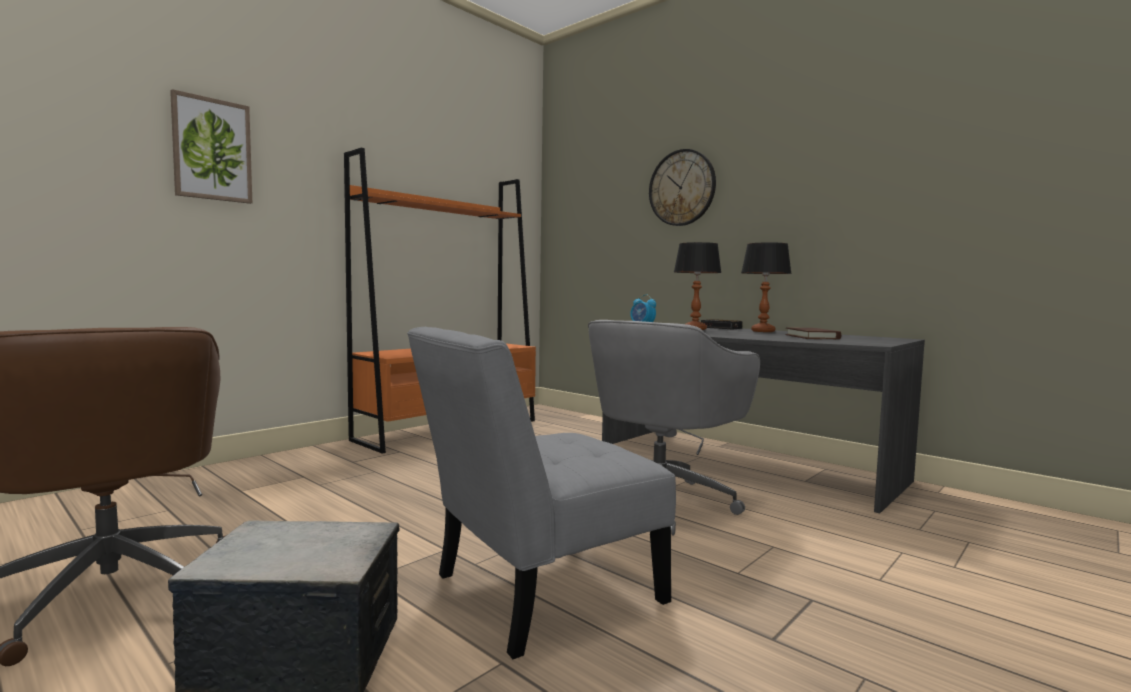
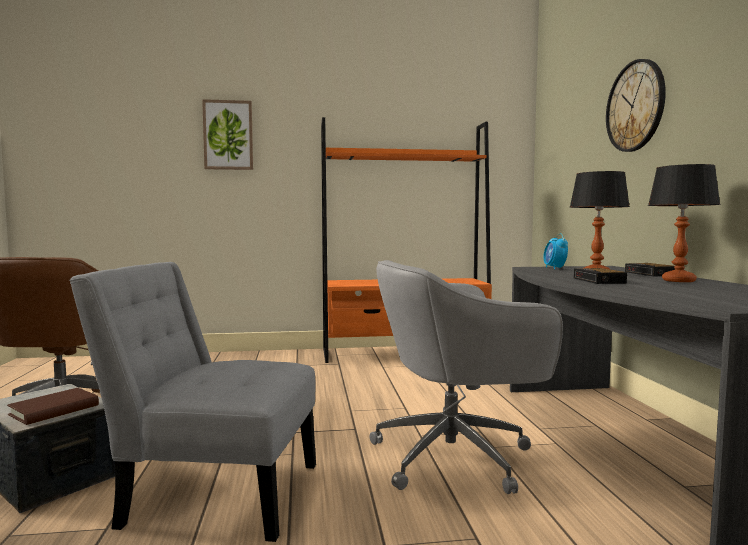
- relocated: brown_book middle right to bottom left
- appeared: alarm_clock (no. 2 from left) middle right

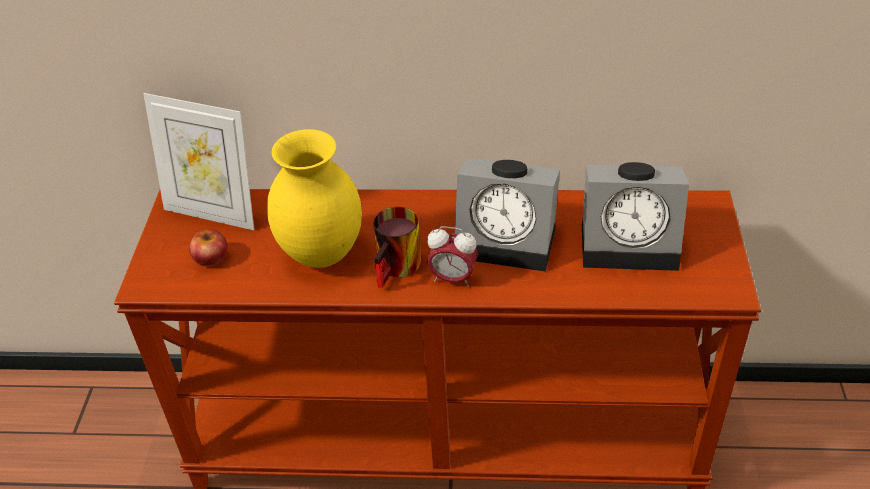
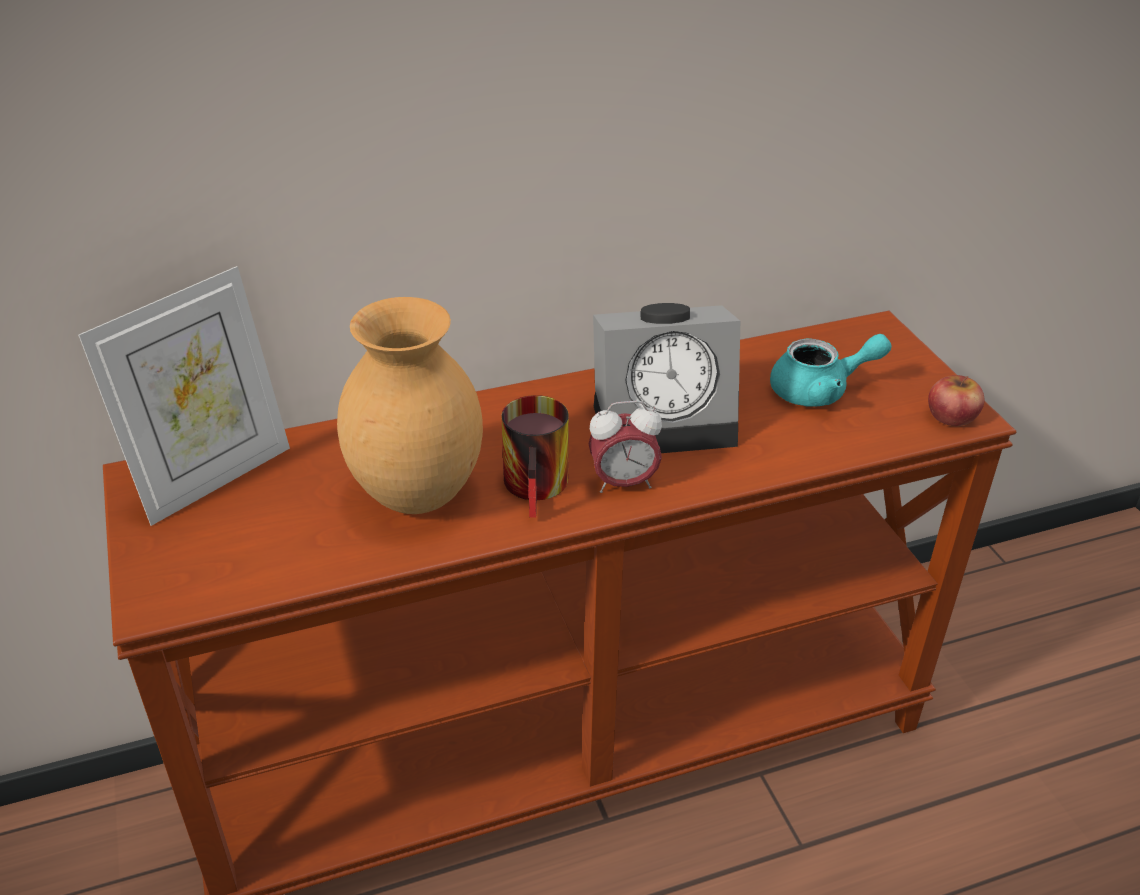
- spun: picture_frame top left = middle left 45 degrees counterclockwise
- colour: yellow_vase centre to brown_vase centre
- exchanged: alarm_clock (no. 3 from left) middle right to turquoise_teapot middle right
- relocated: apple middle left to middle right

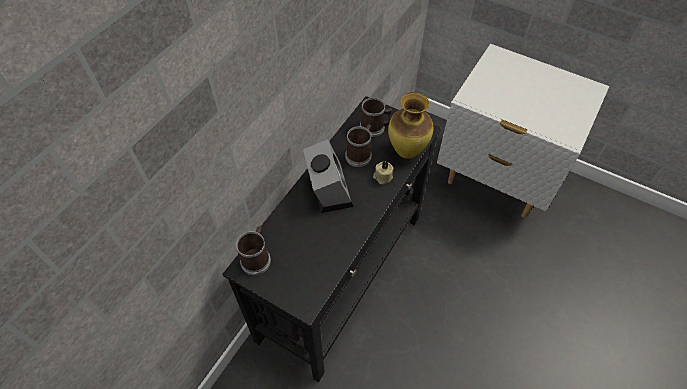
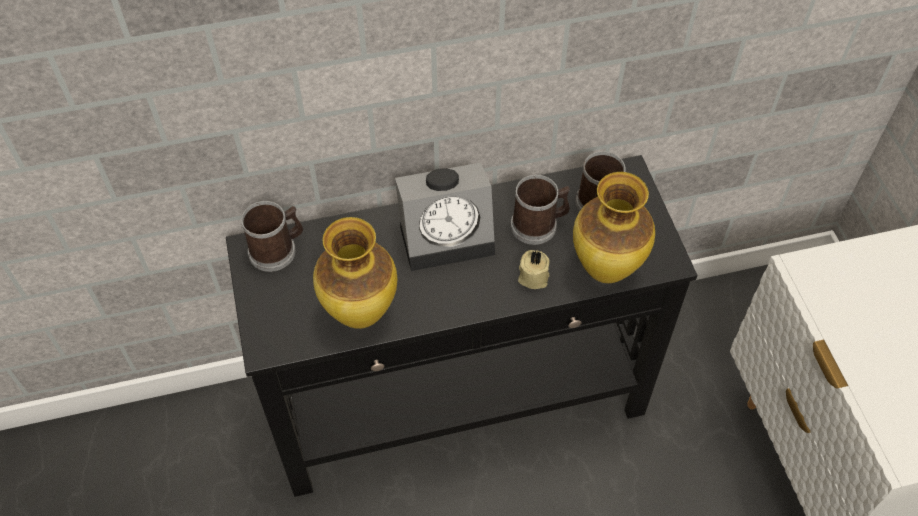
- appeared: vase (no. 1 from left) centre
- spun: alarm_clock centre = centre 45 degrees clockwise

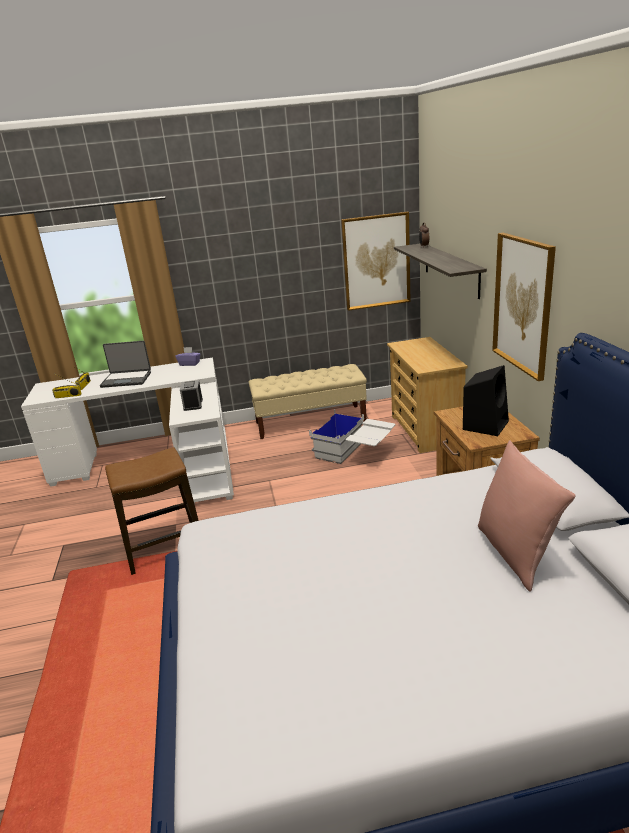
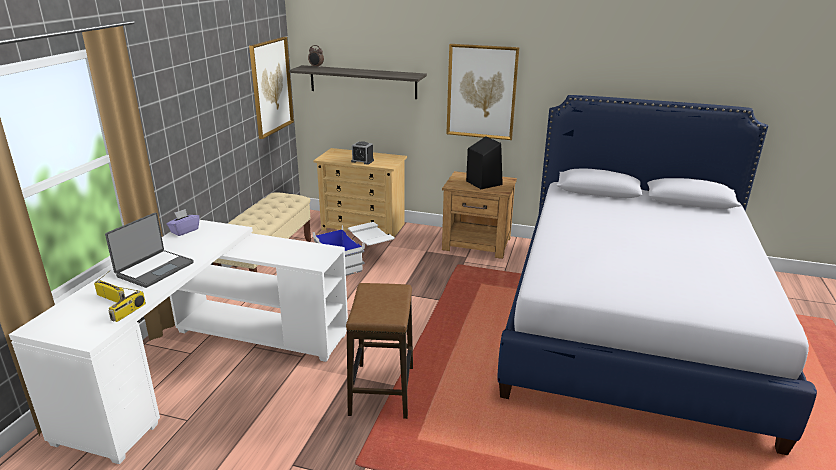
- relocated: alarm_clock (no. 1 from left in the first image) middle left to alarm_clock (no. 2 from left) top centre
- missing: pink_pillow middle right

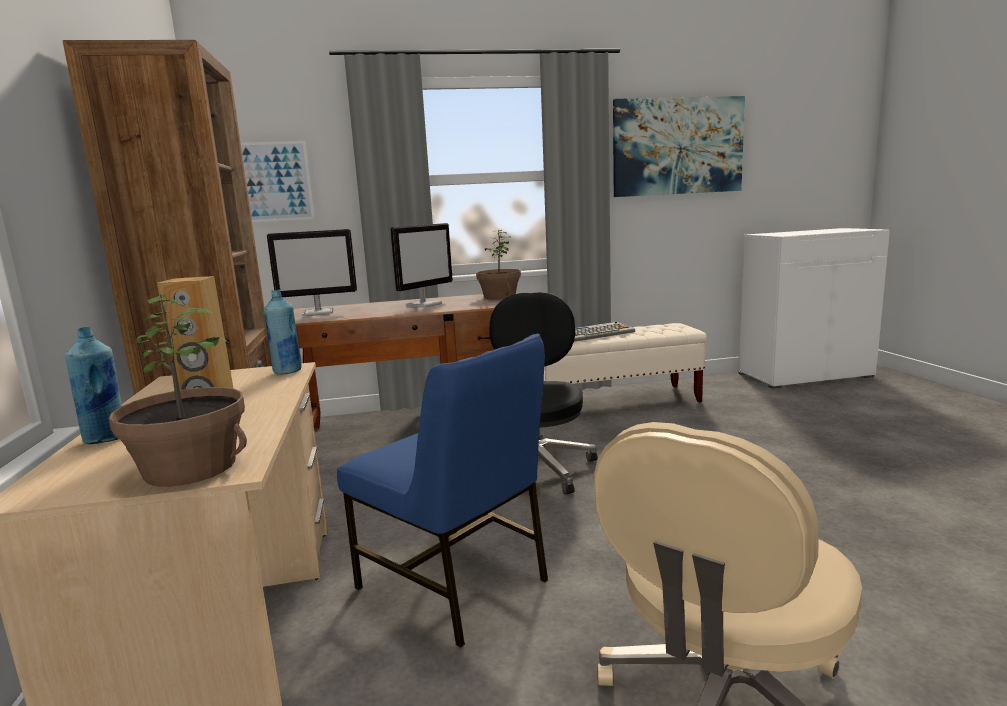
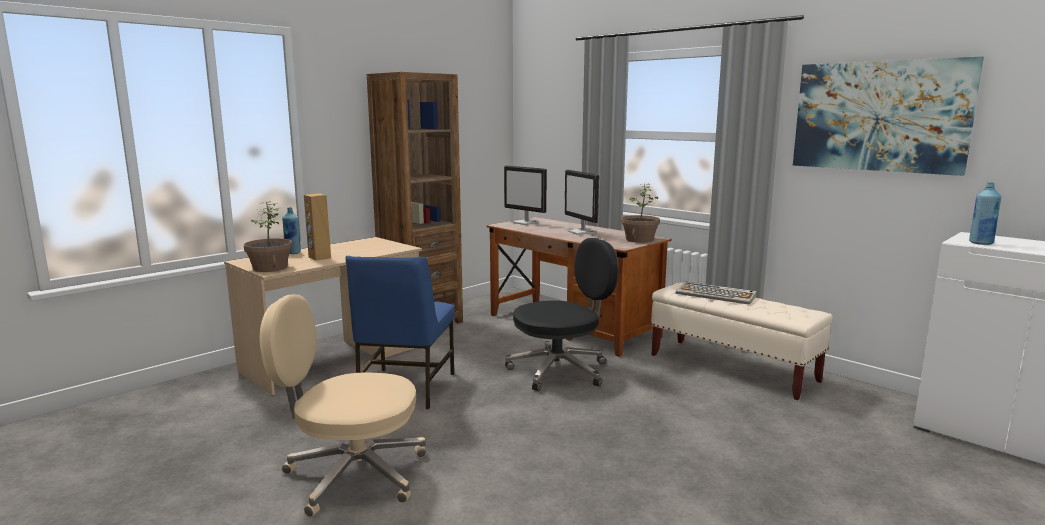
- spun: monitor (no. 2 from left) centre = centre 60 degrees clockwise
- relocated: blue_bottle (no. 2 from left) middle left to middle right
- missing: picture (no. 1 from left) top left

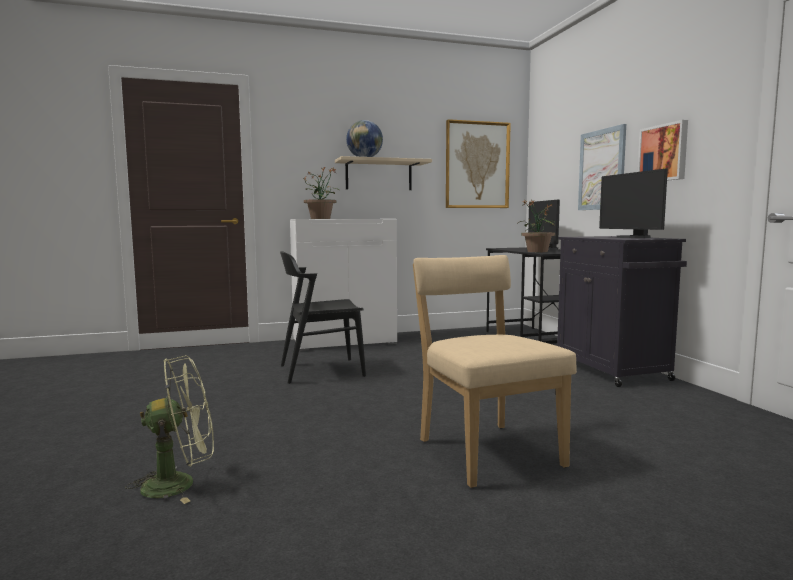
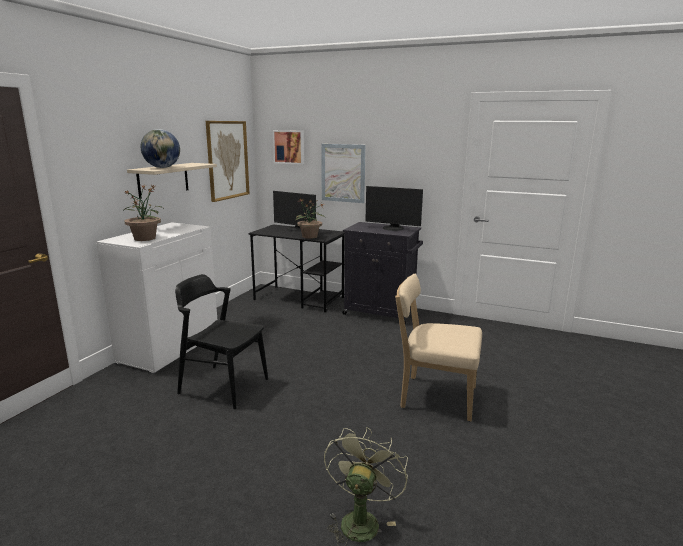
- spun: black_chair centre = middle left 90 degrees clockwise
- relocated: picture (no. 3 from left in the first image) top right to picture (no. 2 from left) top centre

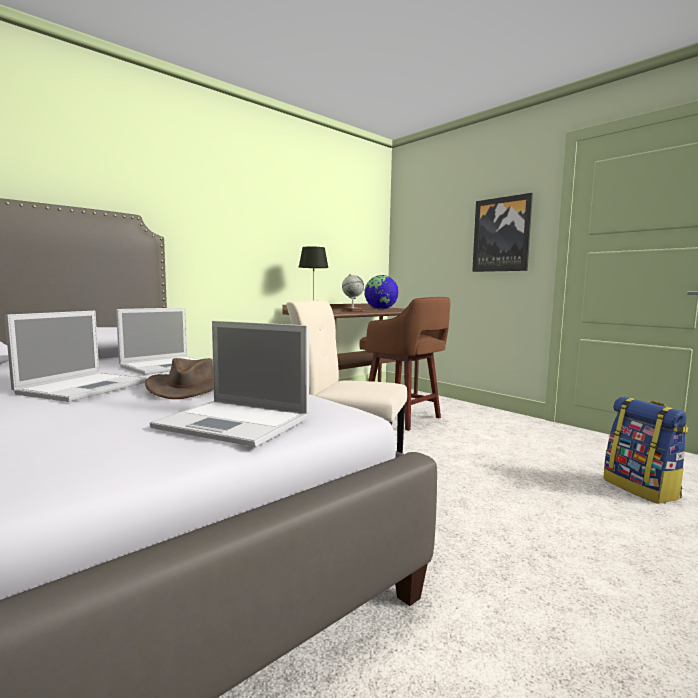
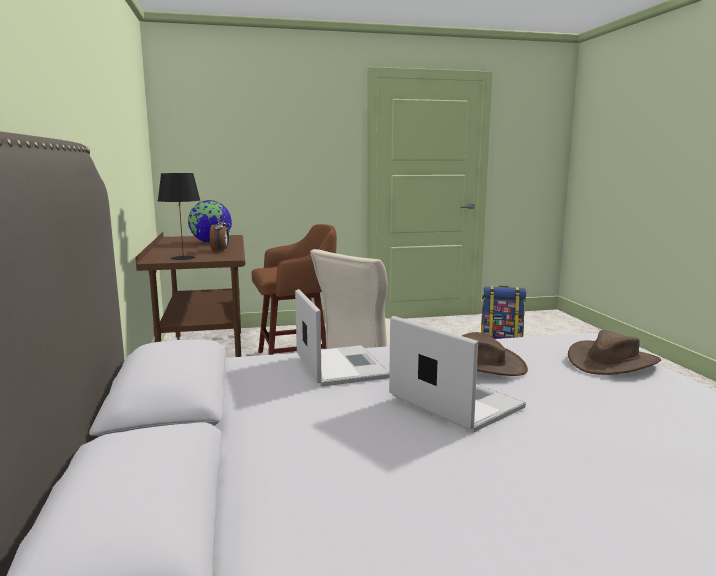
- exchanged: globe (no. 1 from left) centre to alarm_clock middle left
- exchanged: laptop (no. 3 from left) middle left to brown_hat (no. 2 from left) middle right
- missing: picture top right

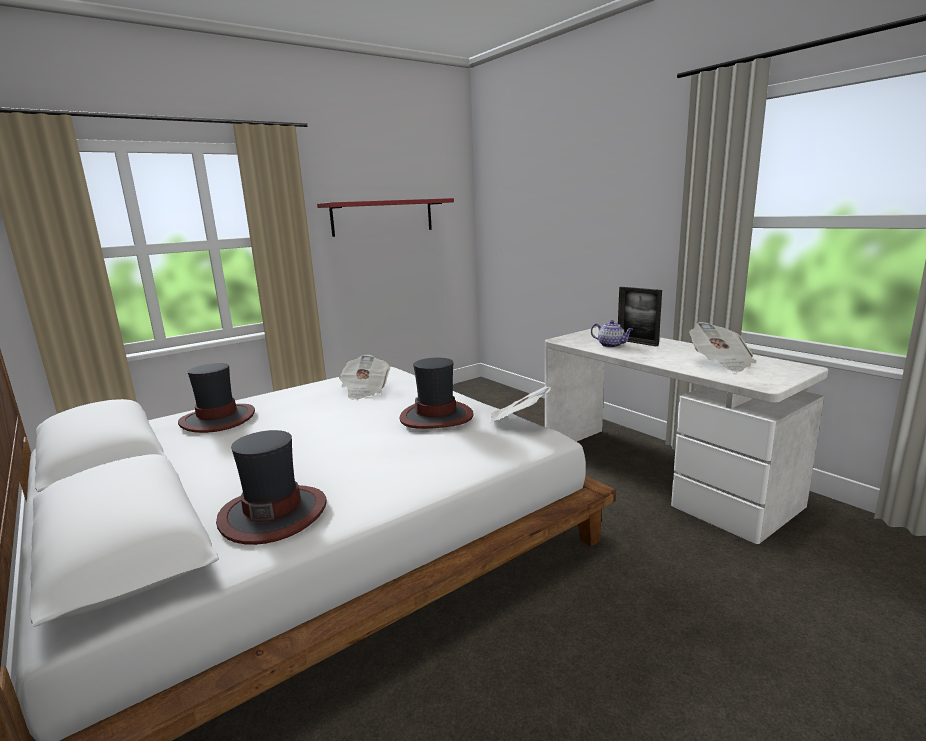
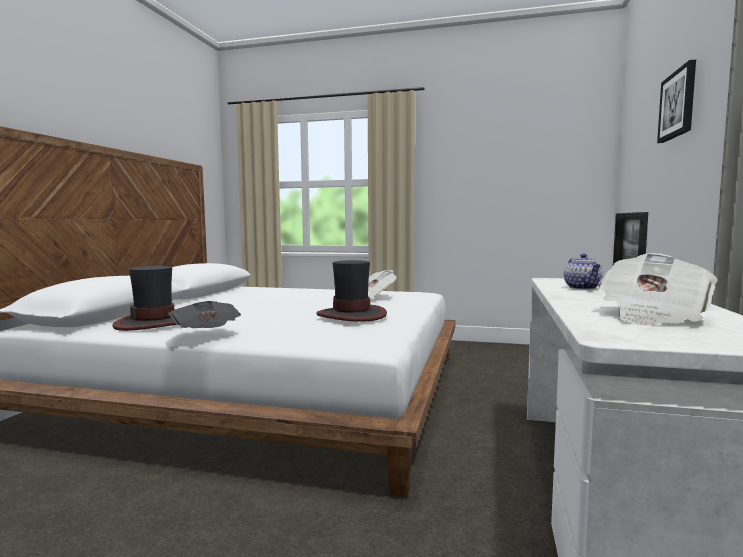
- relocated: newspaper (no. 2 from left in the first image) centre to newspaper (no. 1 from left) middle left
- appeared: picture top right
- missing: hat (no. 1 from left) middle left
- missing: red_shelf top centre

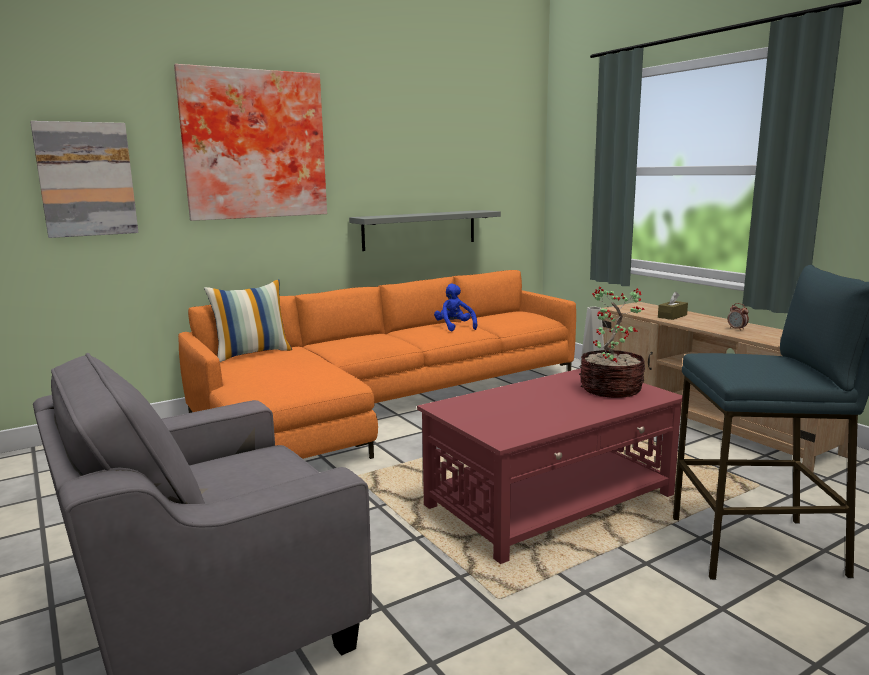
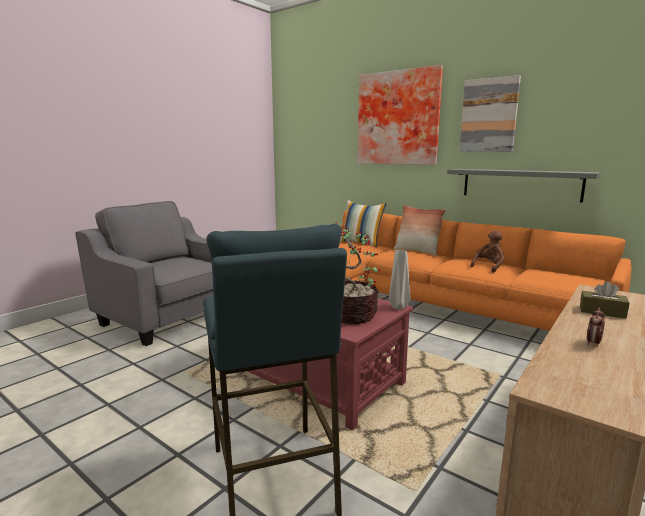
- appeared: pillow (no. 2 from left) centre
- relocated: picture (no. 1 from left in the first image) top left to picture (no. 2 from left) top right
- colour: blue_plush_toy centre to brown_plush_toy middle right

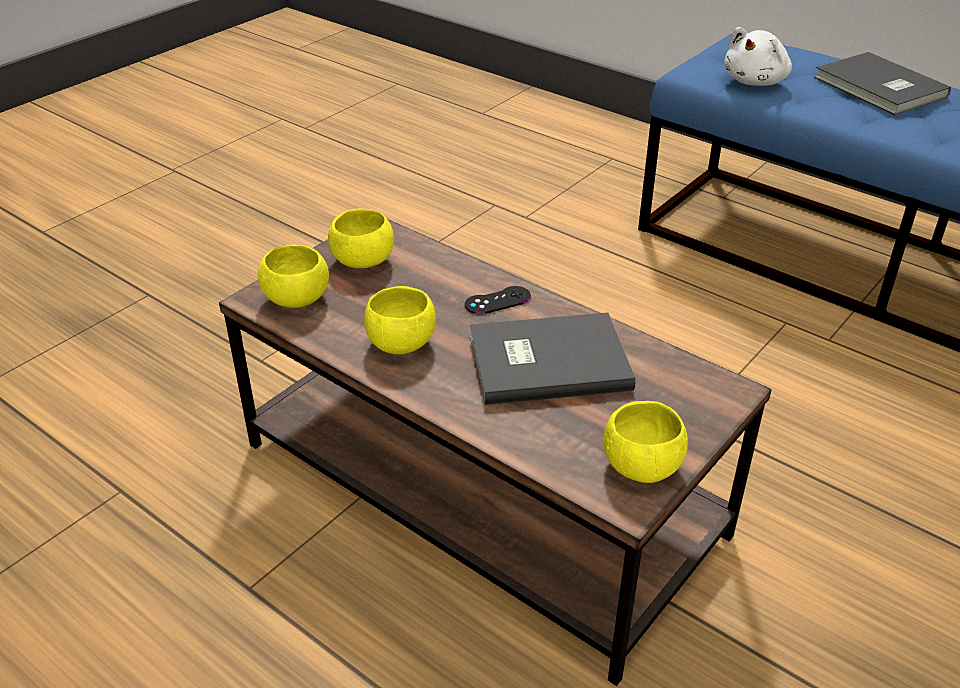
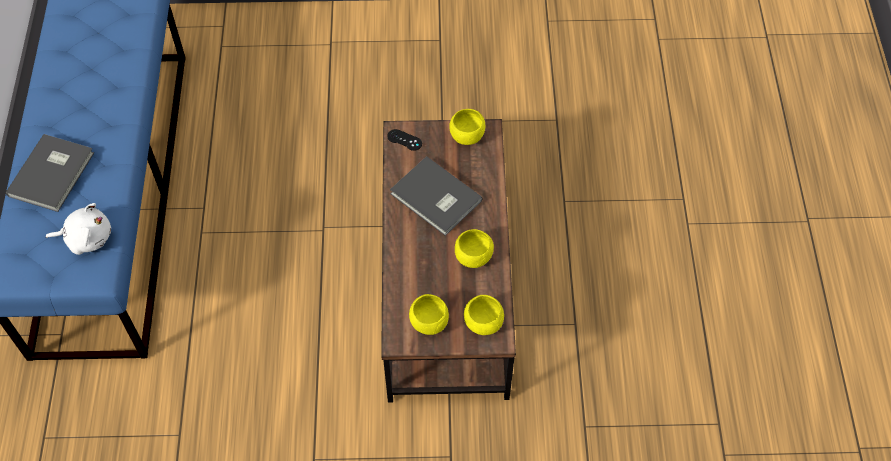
- relocated: black_game_controller centre to top centre

